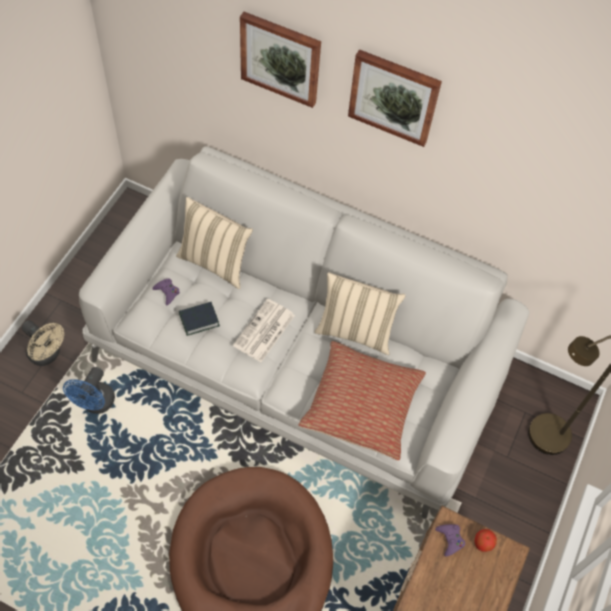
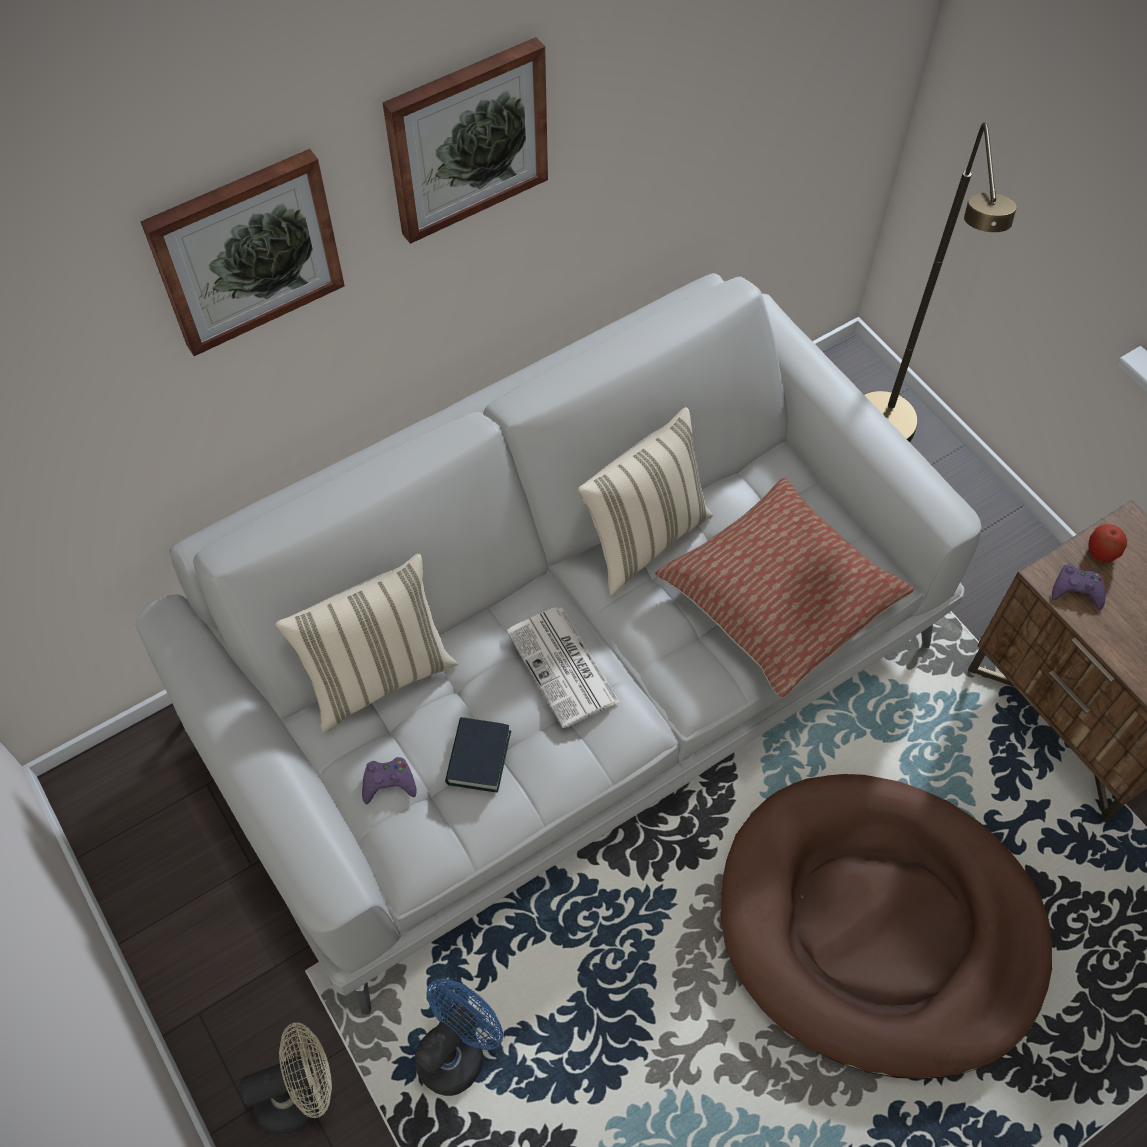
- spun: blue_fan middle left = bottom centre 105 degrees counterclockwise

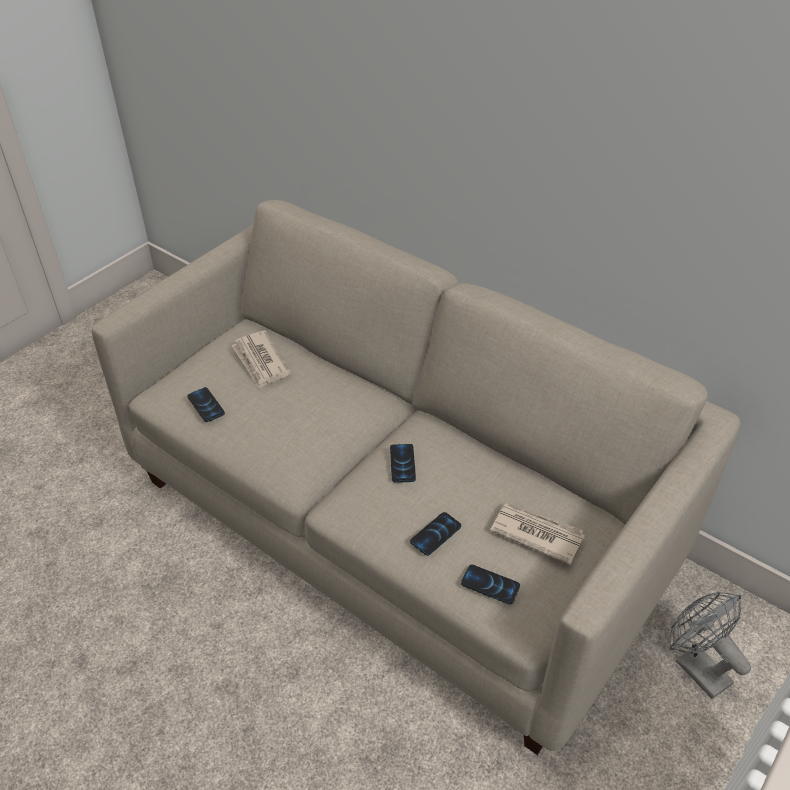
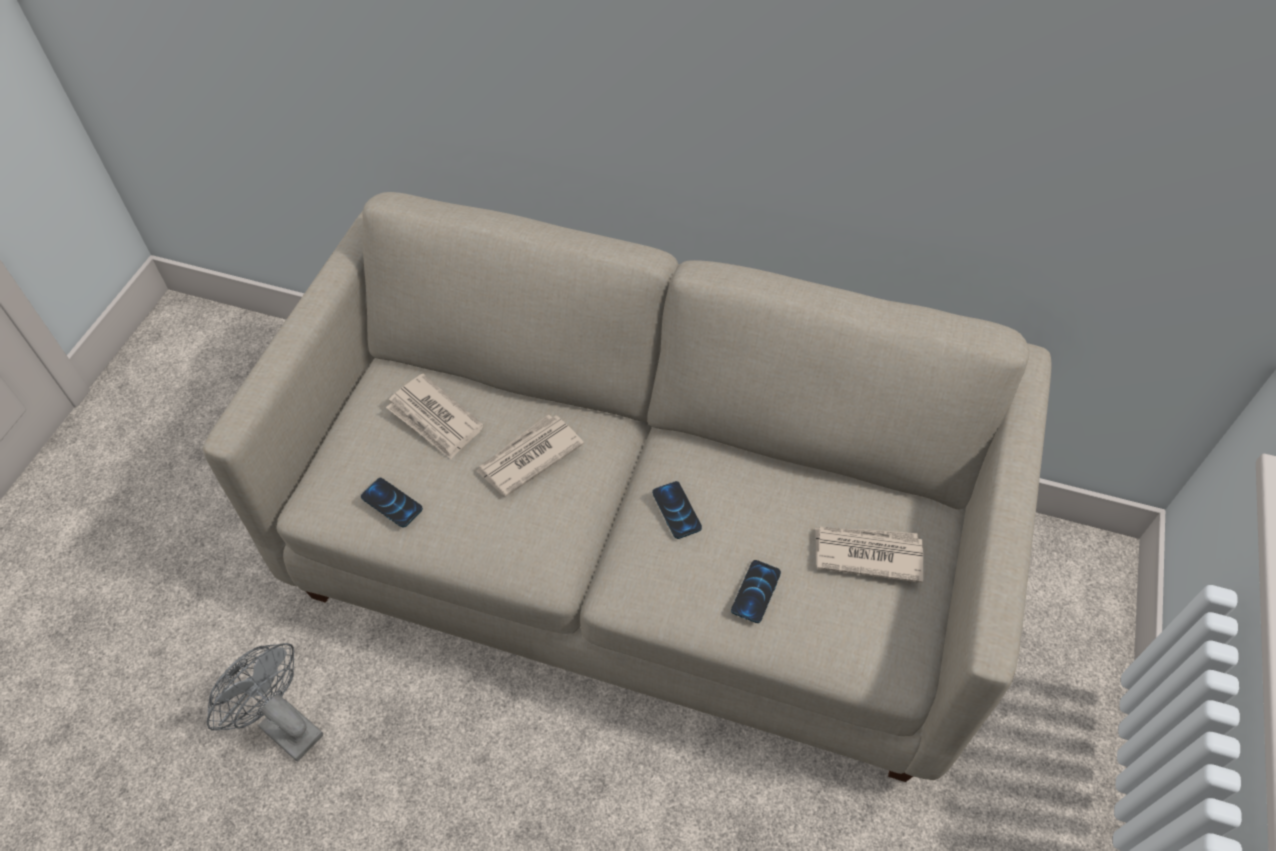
- relocated: grey_fan bottom right to bottom left
- appeared: newspaper (no. 2 from left) centre
- missing: phone (no. 4 from left) bottom centre

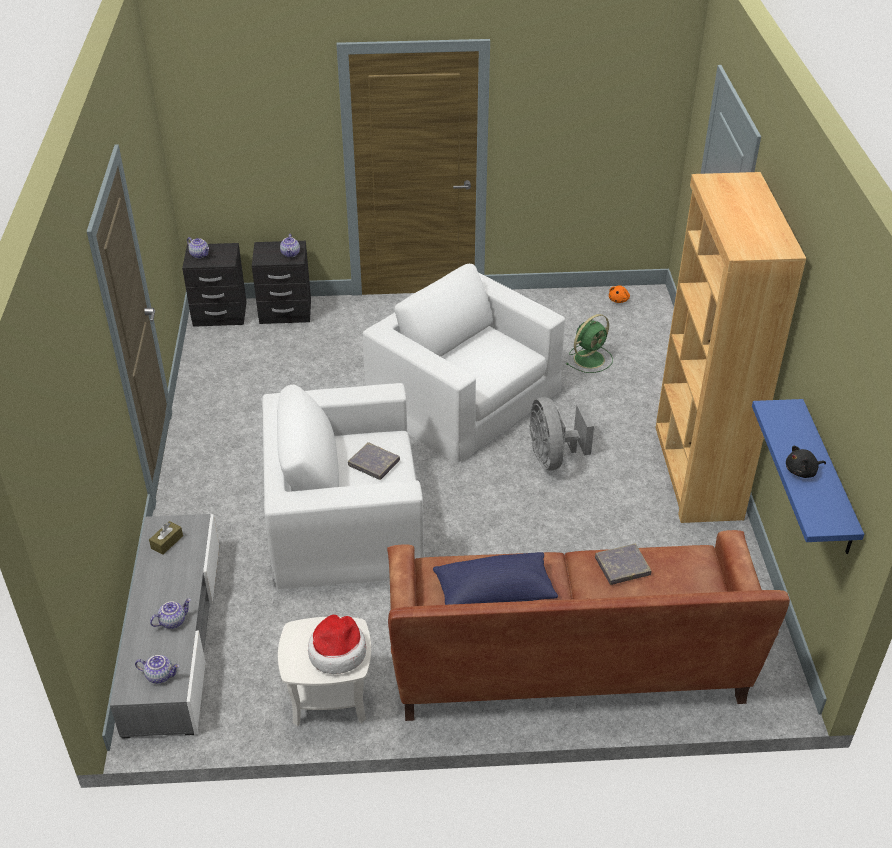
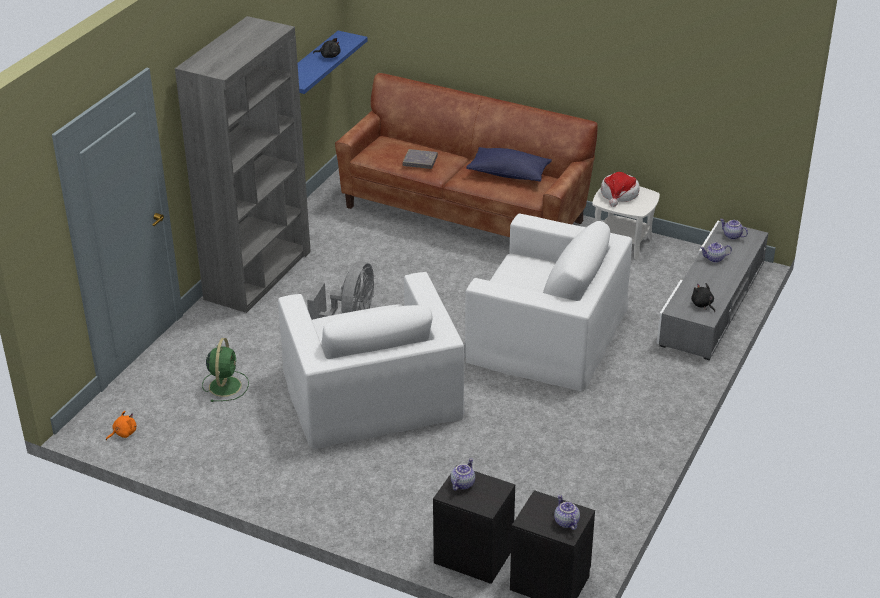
- colour: brown_bookcase middle right to grey_bookcase top left
- spun: green_fan centre = middle left 105 degrees clockwise
- exchanged: brown_tissue_box middle left to black_plush_toy (no. 2 from left) middle right
- missing: grey_book (no. 1 from left) centre

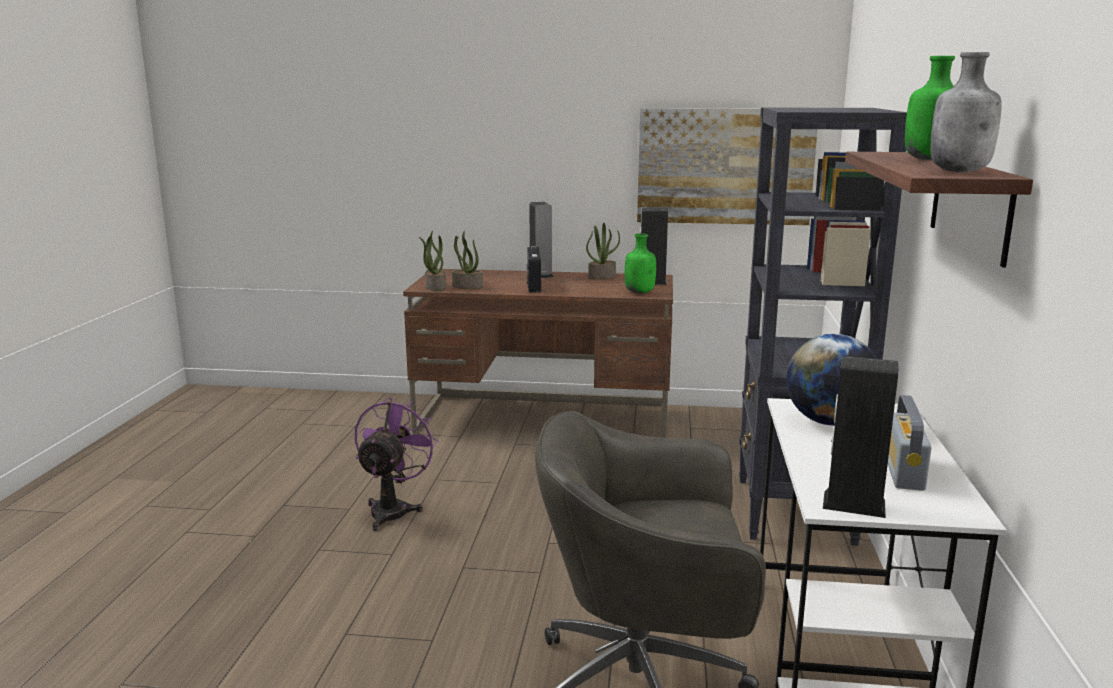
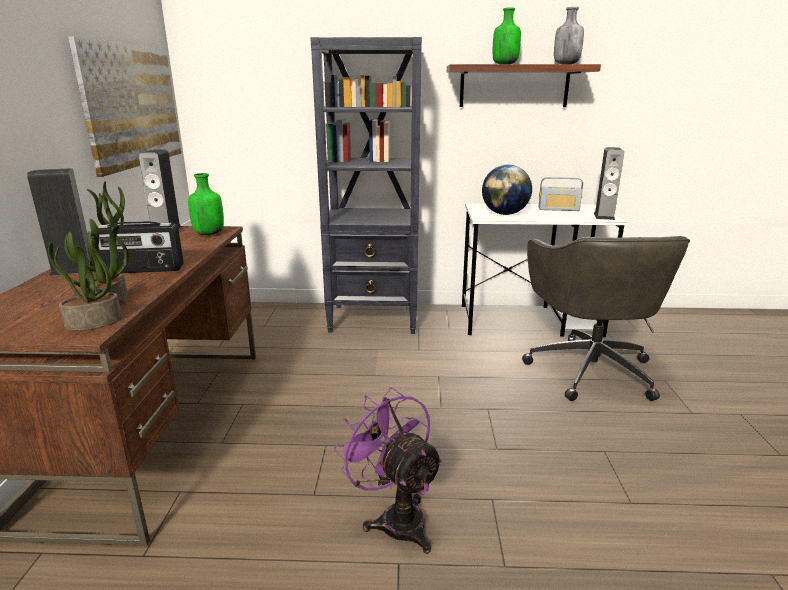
- spun: purple_fan bottom centre = bottom centre 45 degrees clockwise

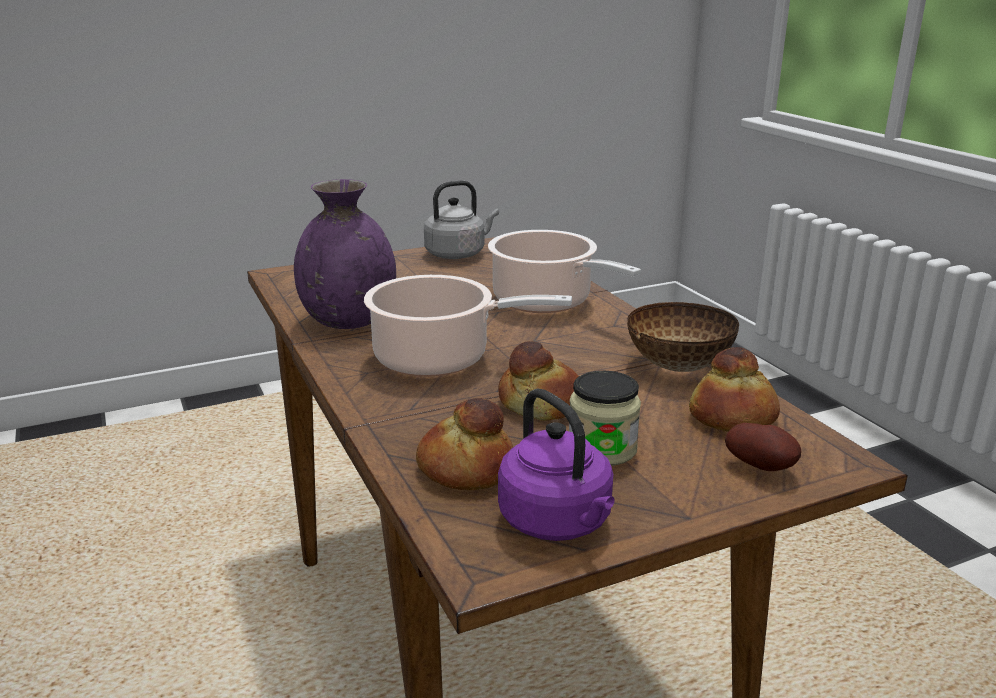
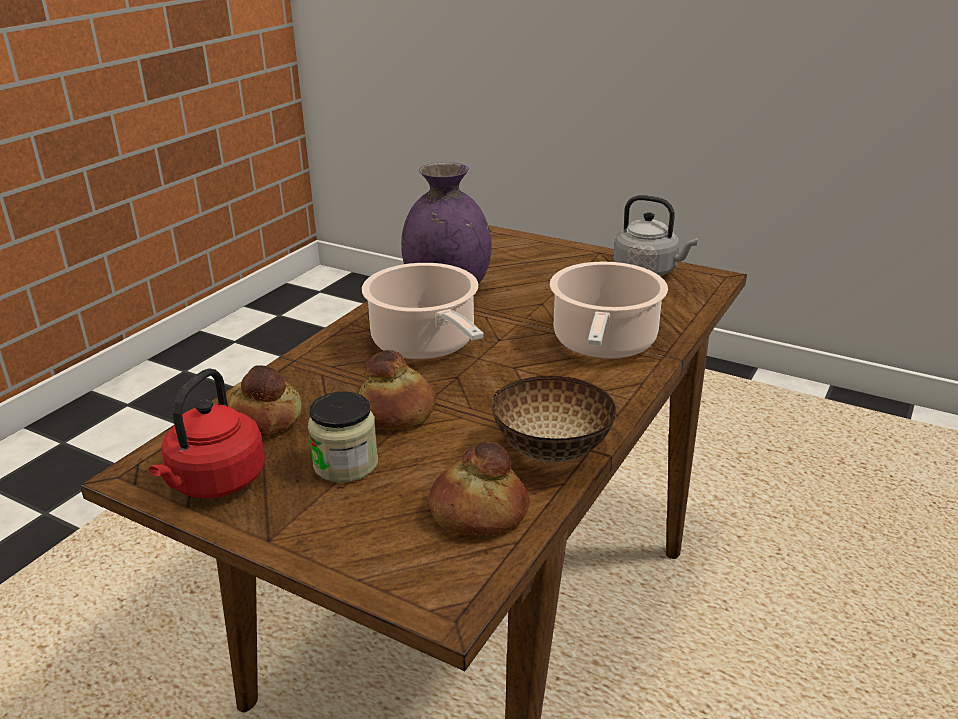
- colour: purple_kettle centre to red_kettle middle left
- missing: potato middle right

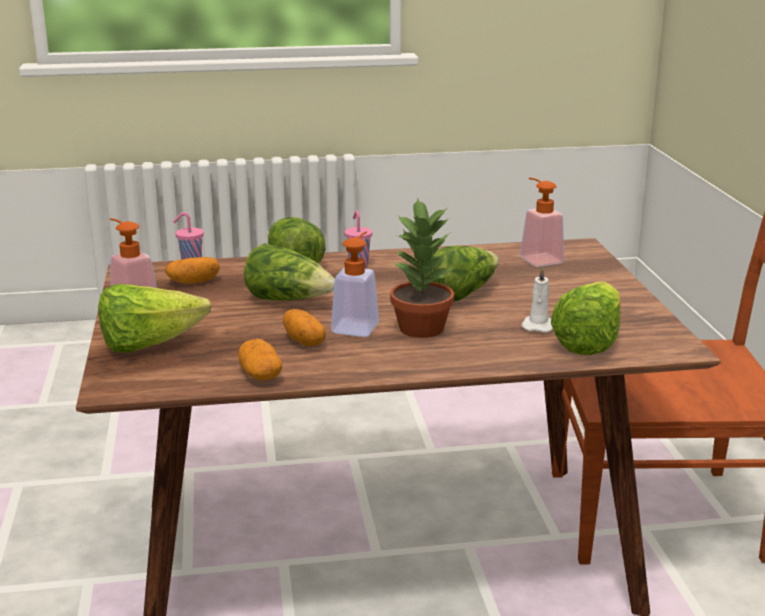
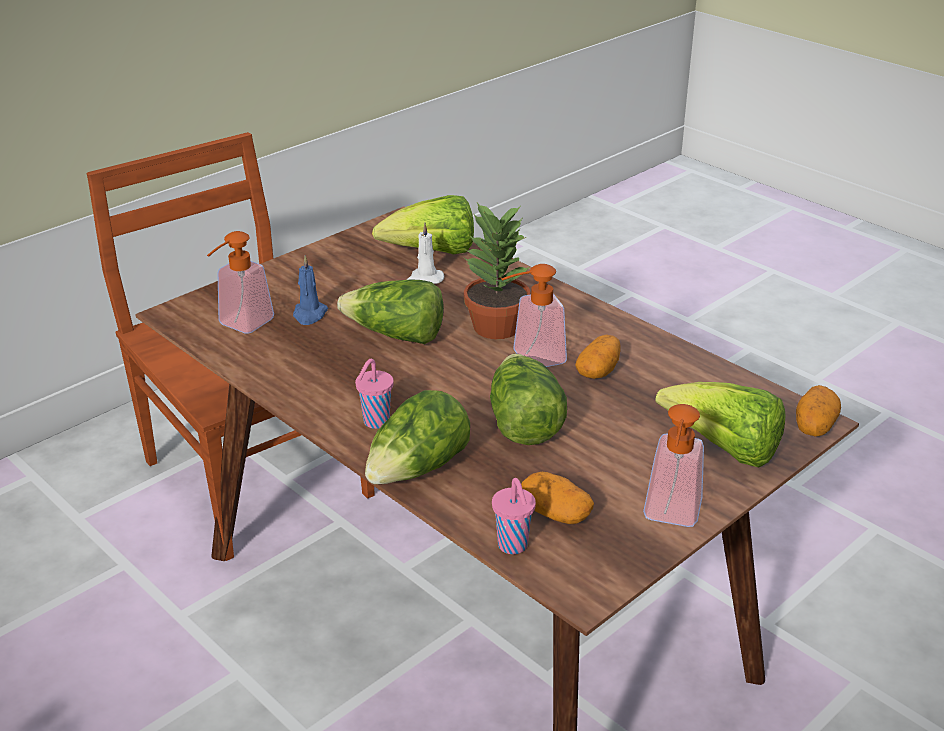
- appeared: blue_candle middle left
- relocated: potato (no. 2 from left in the first image) centre to potato (no. 3 from left) middle right

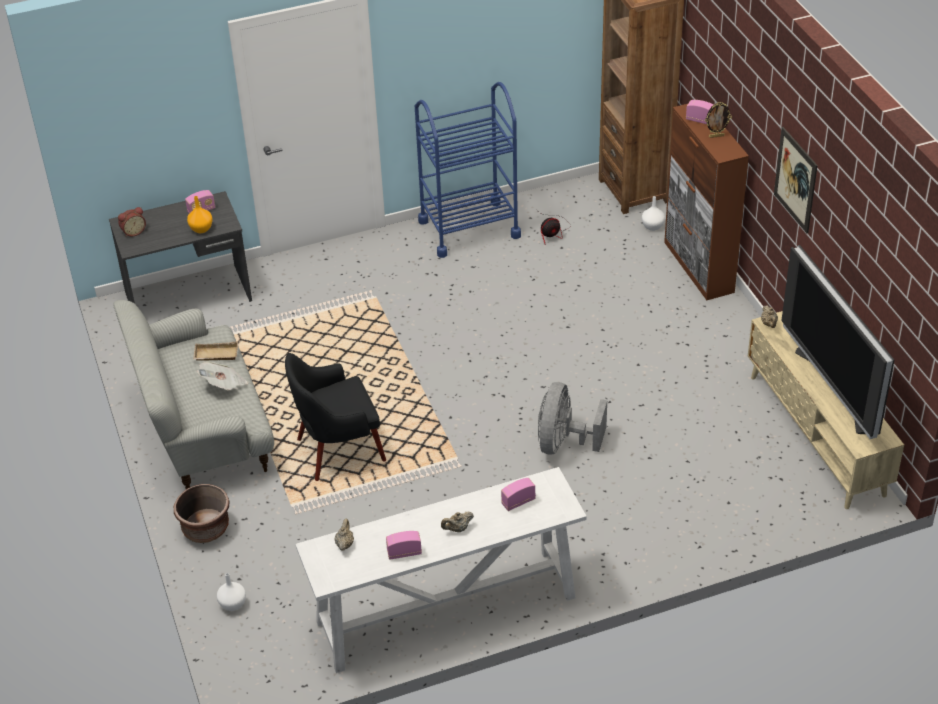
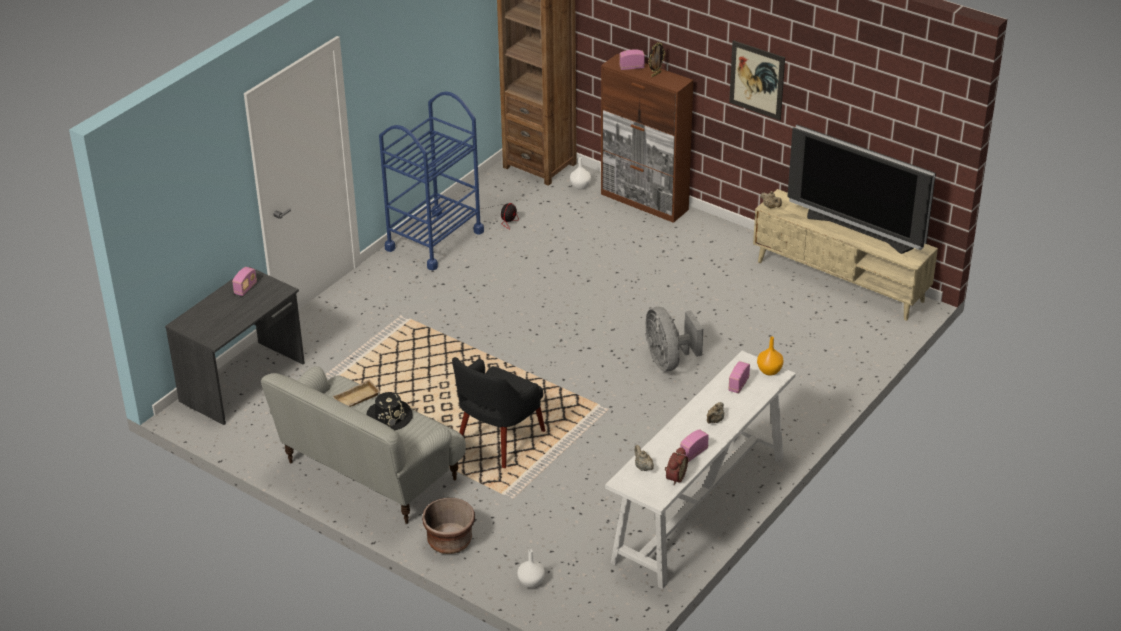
- exchanged: newspaper middle left to black_hat centre
- relocated: alarm_clock top left to bottom centre
- relocated: orange_vase top left to middle right

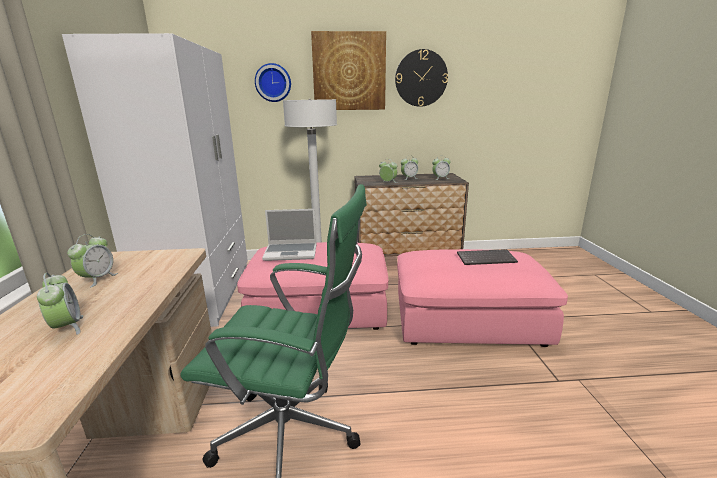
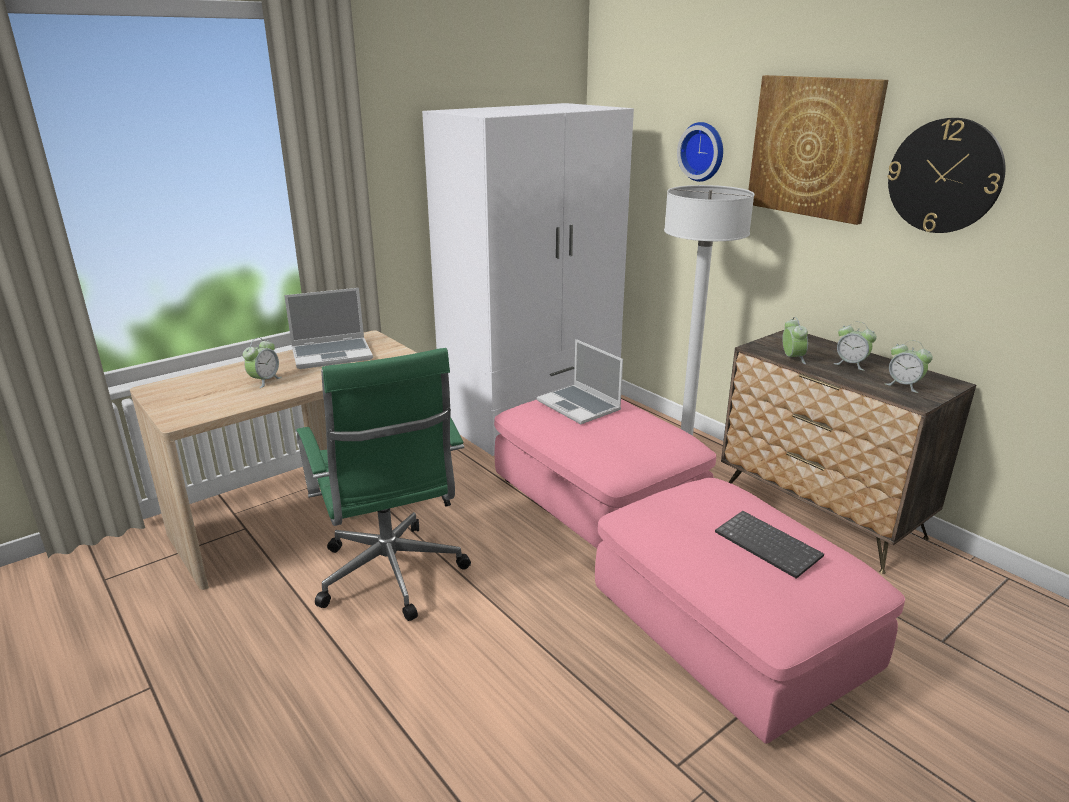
- exchanged: alarm_clock (no. 2 from left) middle left to laptop (no. 1 from left) middle left

